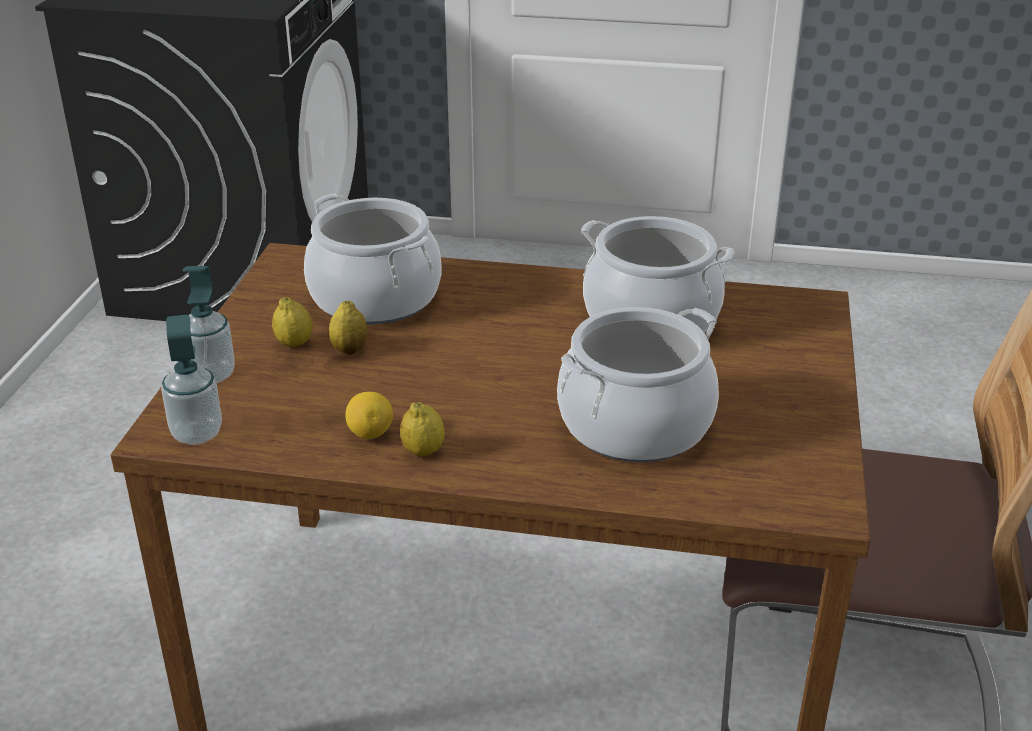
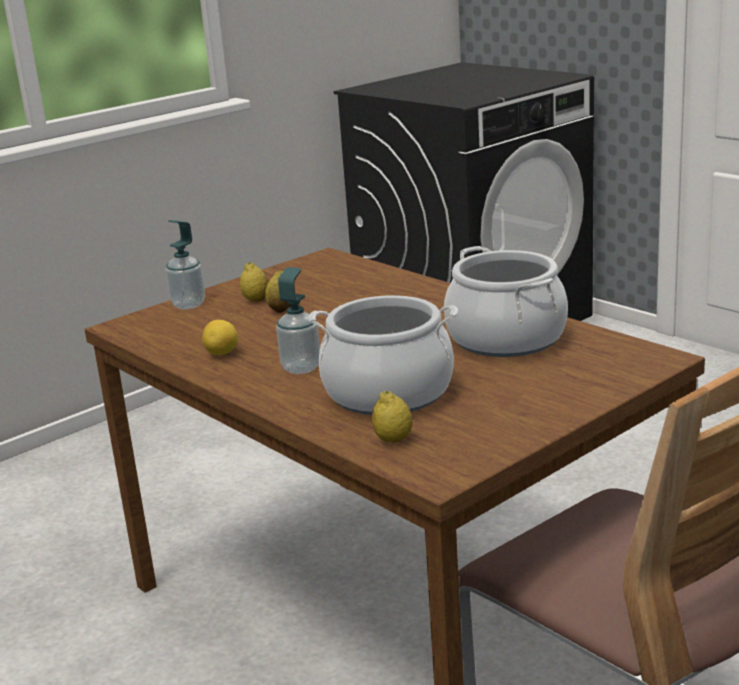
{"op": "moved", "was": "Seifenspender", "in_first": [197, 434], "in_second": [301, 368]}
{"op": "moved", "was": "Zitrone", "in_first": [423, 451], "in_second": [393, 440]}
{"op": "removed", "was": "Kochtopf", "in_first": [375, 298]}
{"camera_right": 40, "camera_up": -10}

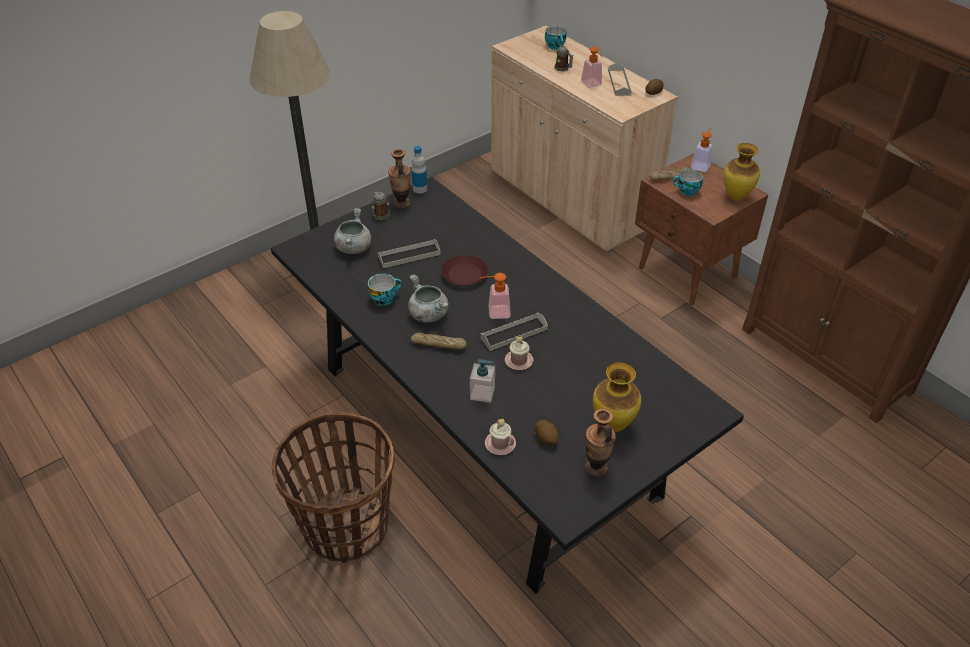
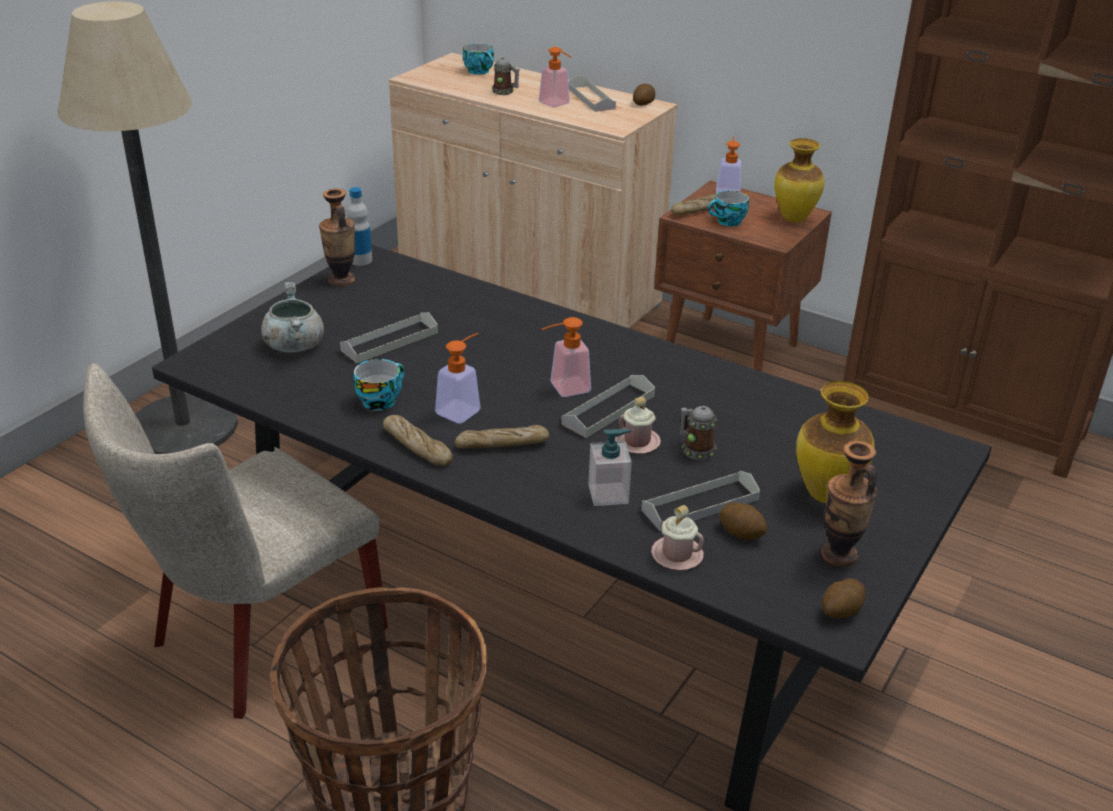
{"op": "added", "now": "Stuhl (beige)", "in_second": [256, 641]}
{"op": "added", "now": "Brot", "in_second": [417, 447]}
{"op": "replaced", "was": "Kochtopf (grau)", "now": "Seifenspender", "in_first": [428, 314], "in_second": [463, 409]}
{"op": "added", "now": "Tablett (grau)", "in_second": [700, 505]}
{"op": "moved", "was": "Henkelbecher", "in_first": [380, 214], "in_second": [695, 449]}
{"op": "added", "now": "Kartoffel", "in_second": [841, 611]}
{"op": "removed", "was": "Teller (braun)", "in_first": [464, 275]}
{"camera_right": -20, "camera_up": -10}

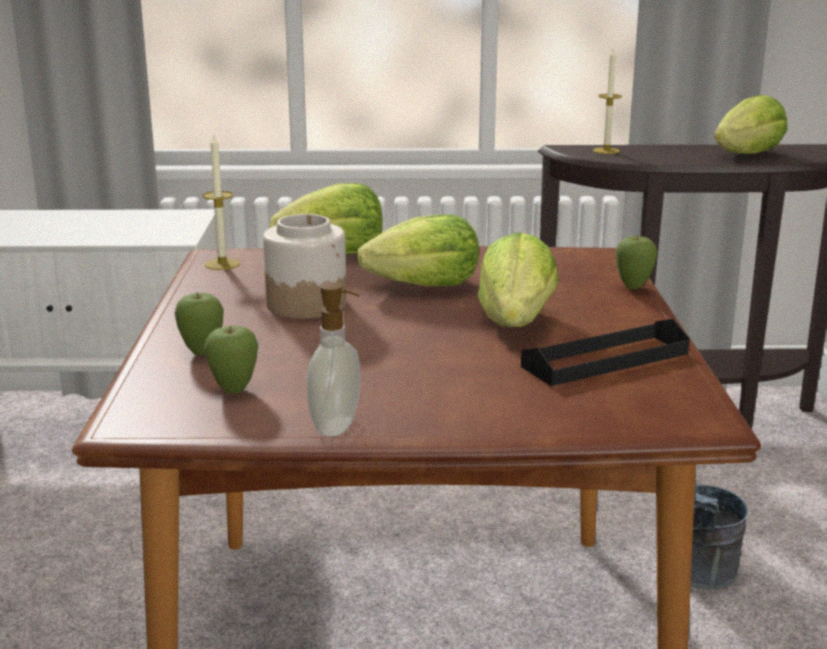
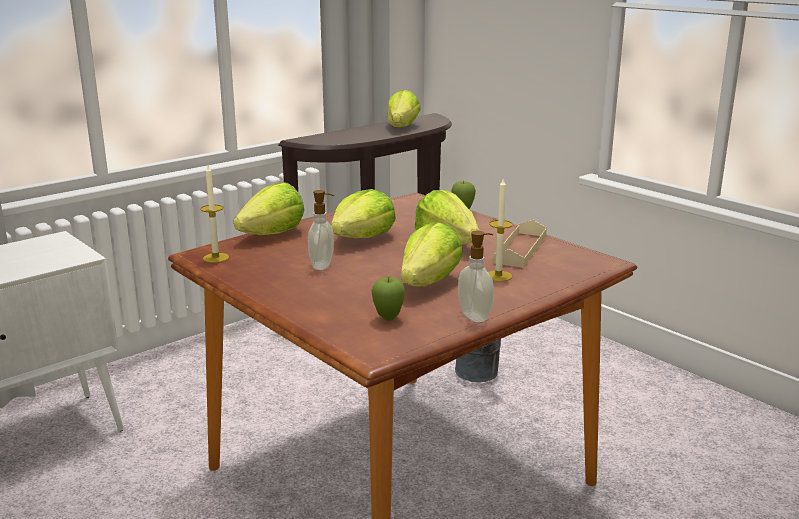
{"op": "replaced", "was": "Vorratsglas", "now": "Seifenspender", "in_first": [306, 304], "in_second": [323, 265]}
{"op": "added", "now": "Salatkopf", "in_second": [428, 283]}
{"op": "moved", "was": "Kerze", "in_first": [606, 151], "in_second": [498, 276]}
{"op": "recoloured", "was": "Tablett (schwarz)", "now": "Tablett (beige)", "in_first": [605, 360], "in_second": [520, 249]}
{"op": "removed", "was": "Apfel", "in_first": [202, 352]}
{"camera_right": -40, "camera_up": 0}

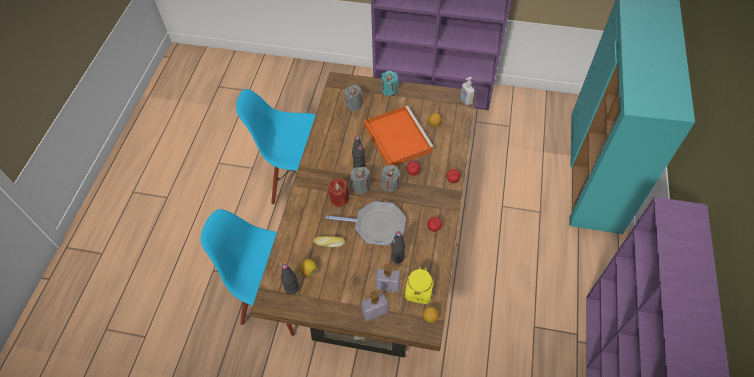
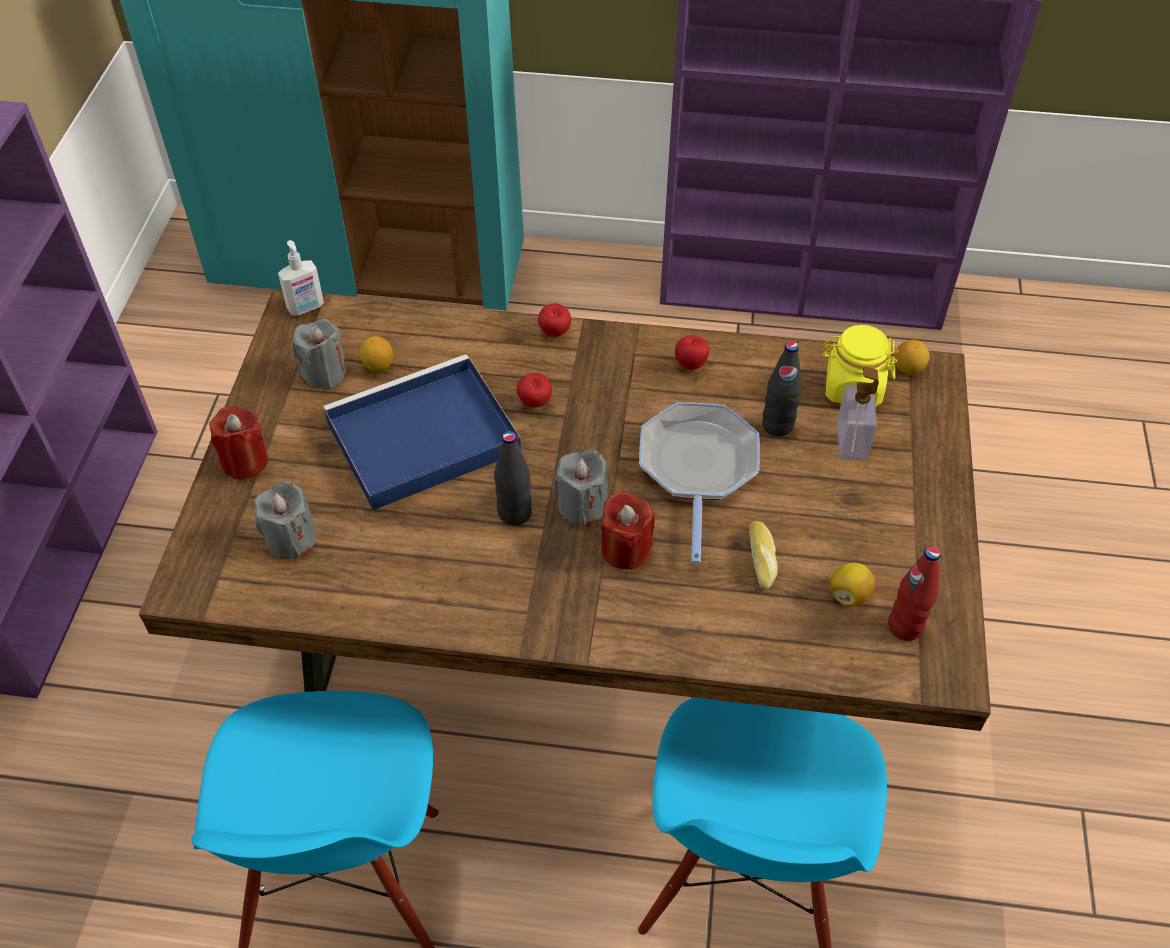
{"op": "recoloured", "was": "Kerze (türkis)", "now": "Kerze (rot)", "in_first": [389, 90], "in_second": [244, 461]}
{"op": "moved", "was": "Kerze (grau)", "in_first": [390, 185], "in_second": [324, 373]}
{"op": "recoloured", "was": "Tablett (orange)", "now": "Tablett (blau)", "in_first": [396, 137], "in_second": [419, 438]}
{"op": "recoloured", "was": "Flasche (schwarz)", "now": "Flasche (rot)", "in_first": [292, 288], "in_second": [905, 626]}
{"op": "removed", "was": "Seifenspender", "in_first": [374, 312]}
{"camera_right": -95, "camera_up": -5}

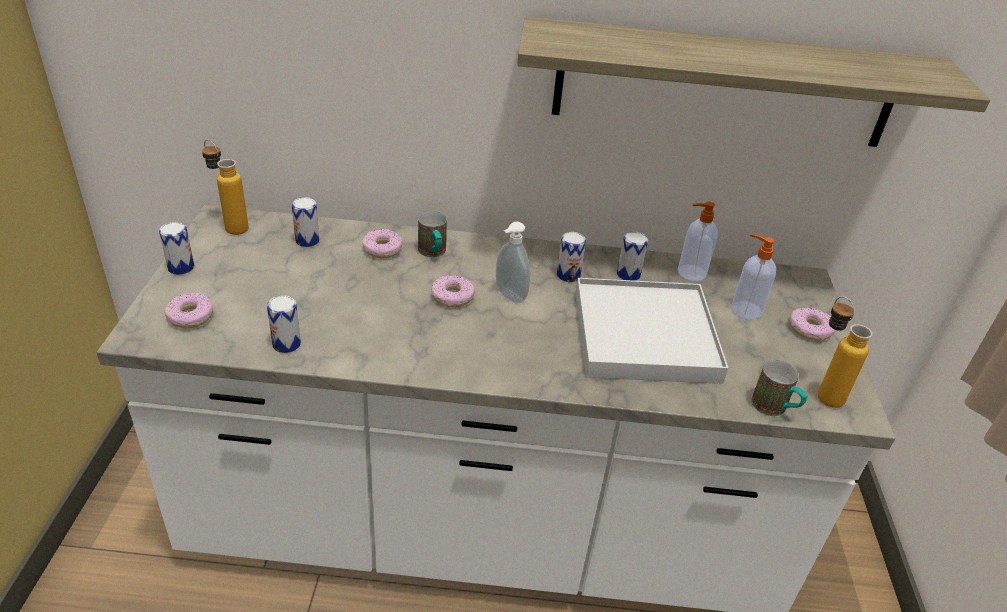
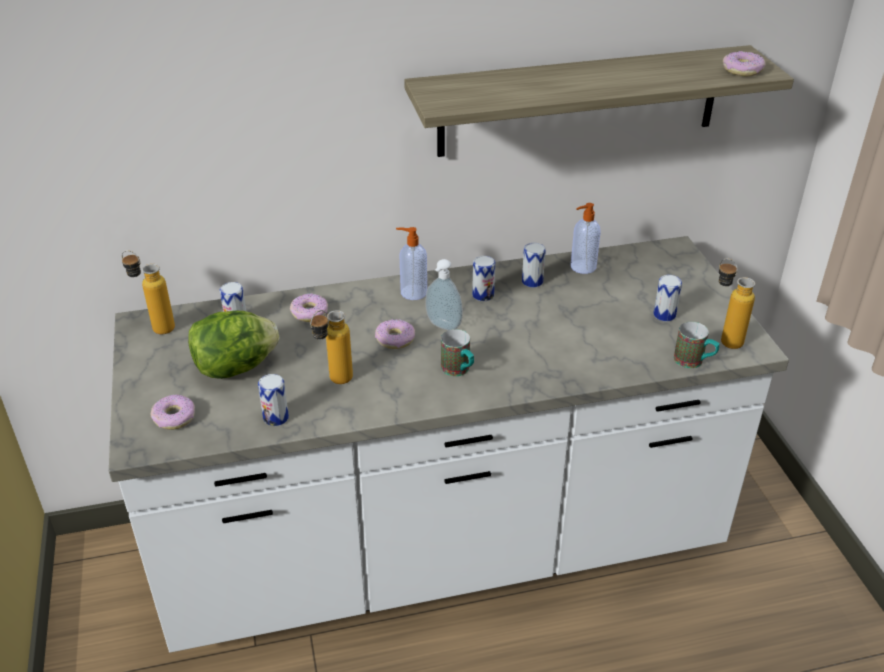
{"op": "added", "now": "Salatkopf", "in_second": [235, 367]}
{"op": "added", "now": "Flasche", "in_second": [334, 382]}
{"op": "moved", "was": "Seifenspender", "in_first": [745, 310], "in_second": [412, 292]}
{"op": "moved", "was": "Henkelbecher", "in_first": [433, 253], "in_second": [459, 371]}
{"op": "moved", "was": "Dose", "in_first": [181, 267], "in_second": [664, 315]}
{"op": "moved", "was": "Donut", "in_first": [810, 329], "in_second": [742, 70]}
{"op": "removed", "was": "Tablett (weiß)", "in_first": [645, 335]}
{"camera_right": -15, "camera_up": 0}

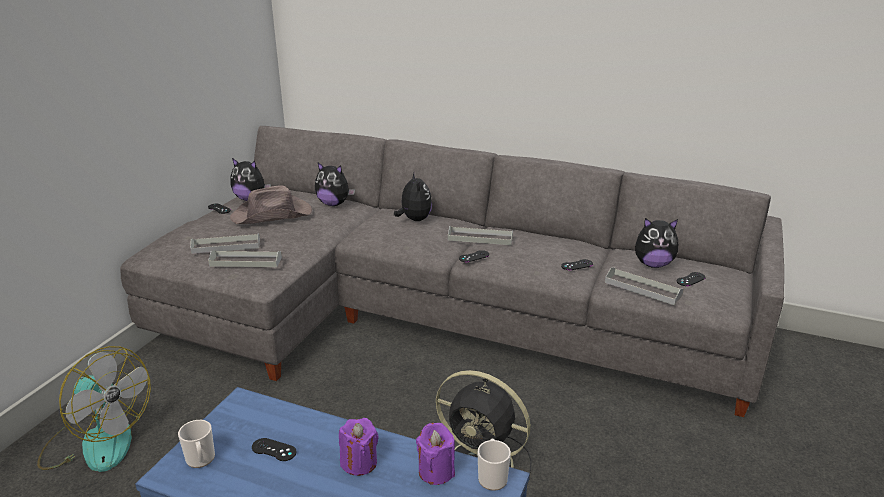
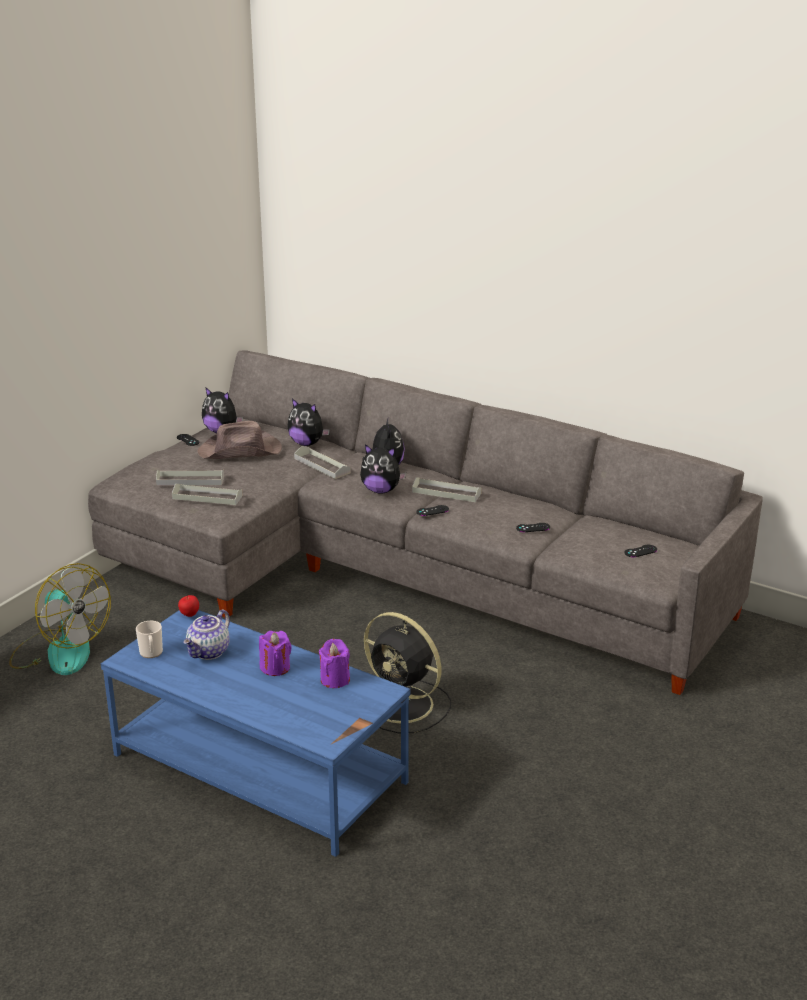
{"op": "added", "now": "Apfel", "in_second": [189, 615]}
{"op": "replaced", "was": "Gamepad (schwarz)", "now": "Teekanne", "in_first": [274, 450], "in_second": [209, 652]}
{"op": "moved", "was": "Tablett (grau)", "in_first": [643, 289], "in_second": [322, 465]}
{"op": "moved", "was": "Plüschtier", "in_first": [653, 264], "in_second": [381, 490]}
{"op": "removed", "was": "Henkelbecher", "in_first": [492, 477]}
{"camera_right": 10, "camera_up": 0}

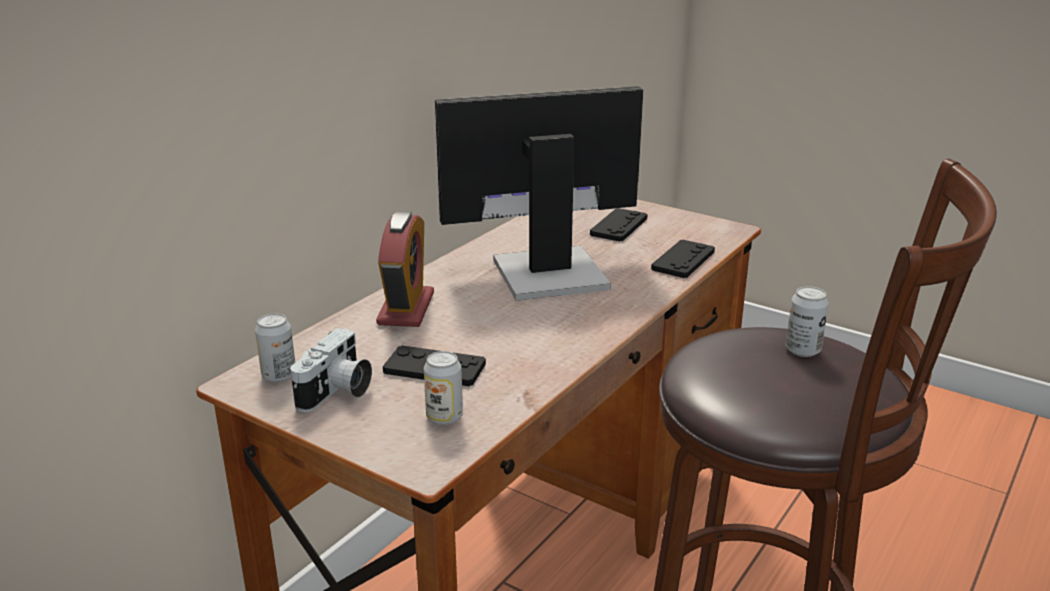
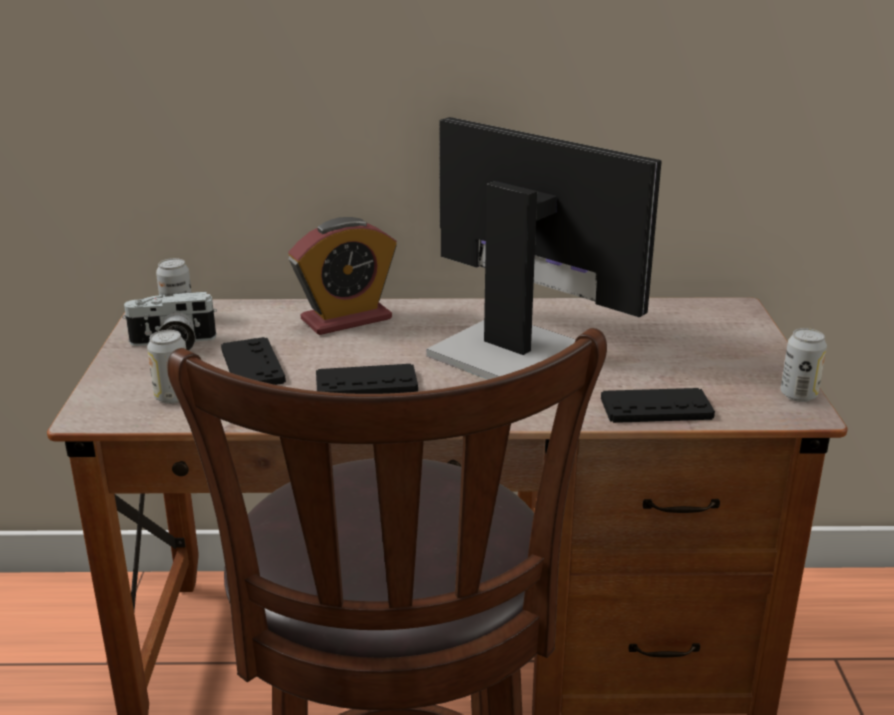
{"op": "moved", "was": "Gamepad (schwarz)", "in_first": [619, 226], "in_second": [366, 384]}
{"op": "moved", "was": "Dose", "in_first": [802, 350], "in_second": [798, 395]}
{"camera_right": 55, "camera_up": 0}

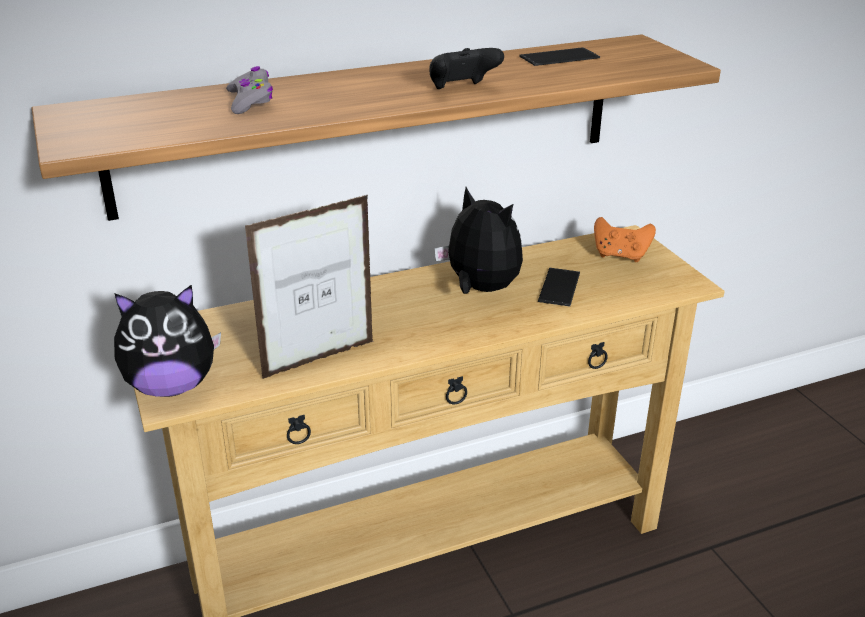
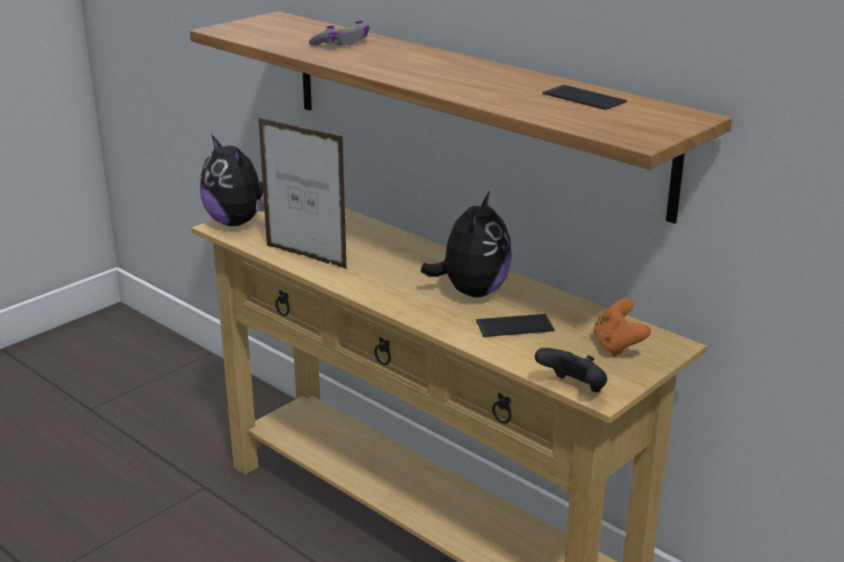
{"op": "moved", "was": "Gamepad (schwarz)", "in_first": [461, 89], "in_second": [573, 389]}
{"camera_right": 65, "camera_up": -5}

